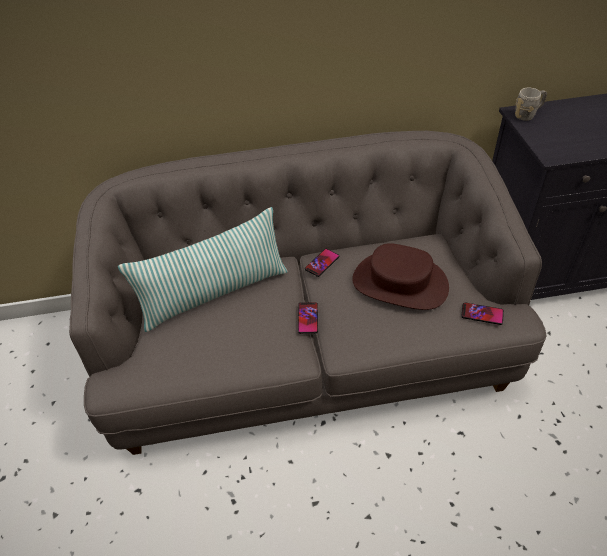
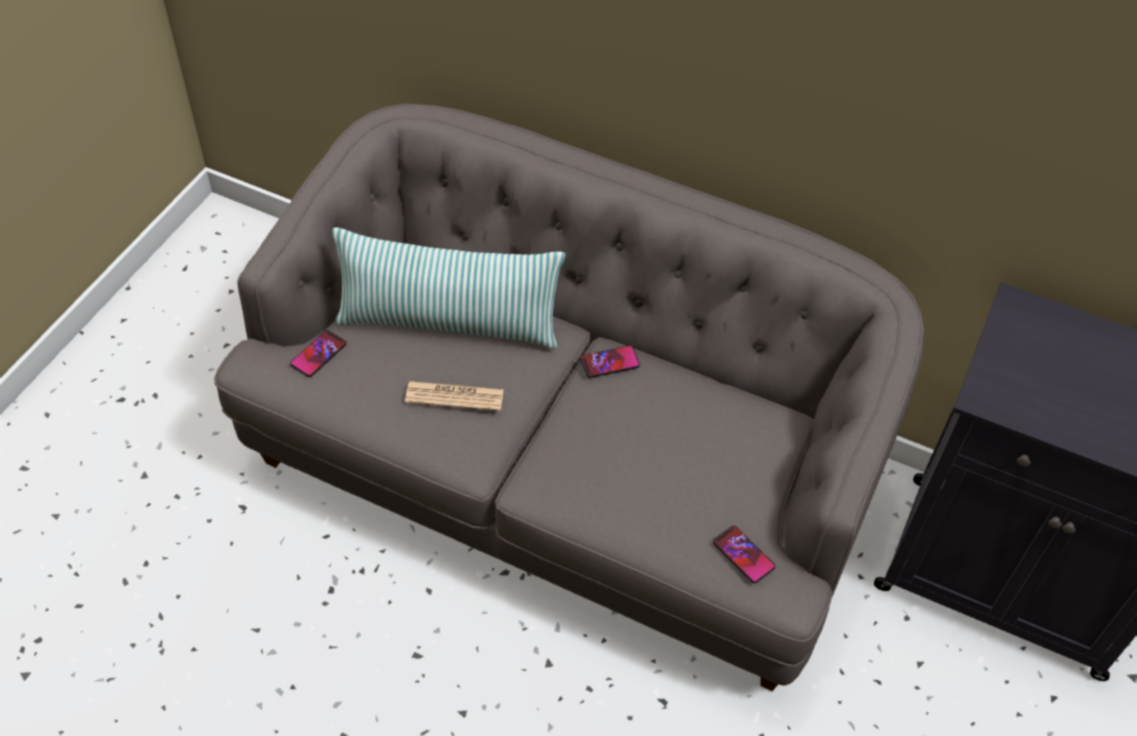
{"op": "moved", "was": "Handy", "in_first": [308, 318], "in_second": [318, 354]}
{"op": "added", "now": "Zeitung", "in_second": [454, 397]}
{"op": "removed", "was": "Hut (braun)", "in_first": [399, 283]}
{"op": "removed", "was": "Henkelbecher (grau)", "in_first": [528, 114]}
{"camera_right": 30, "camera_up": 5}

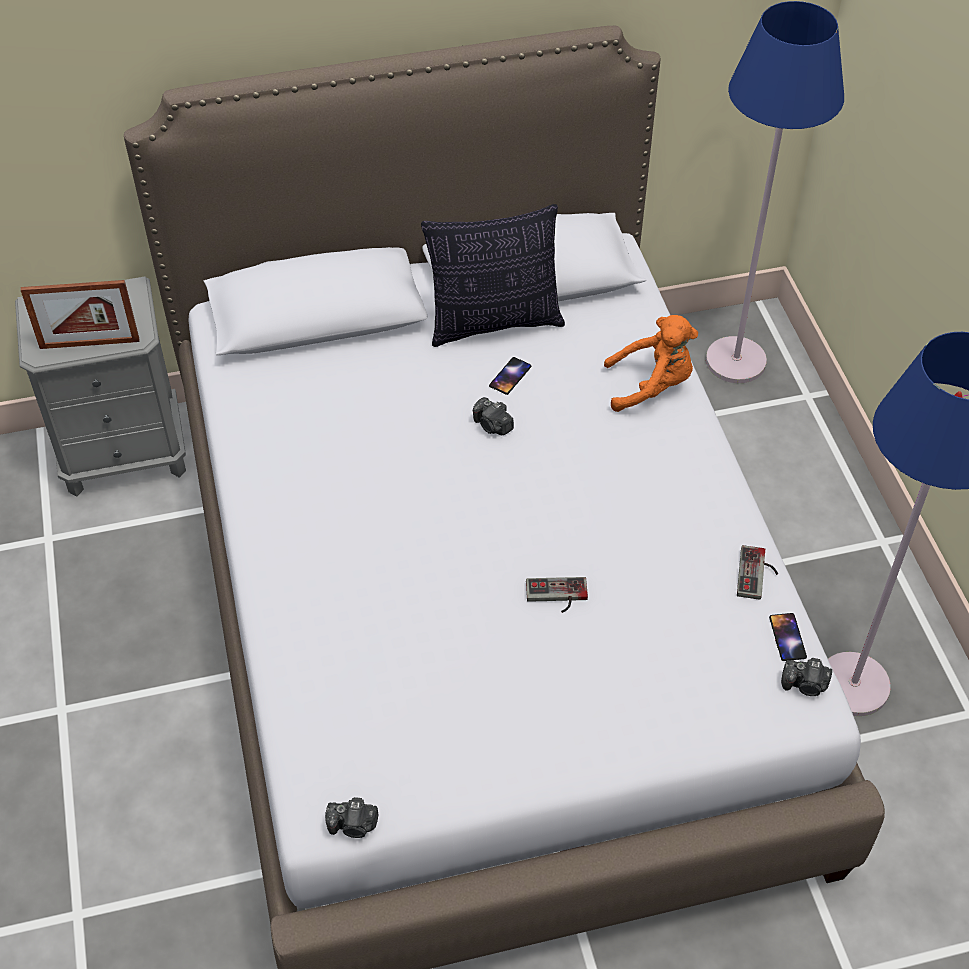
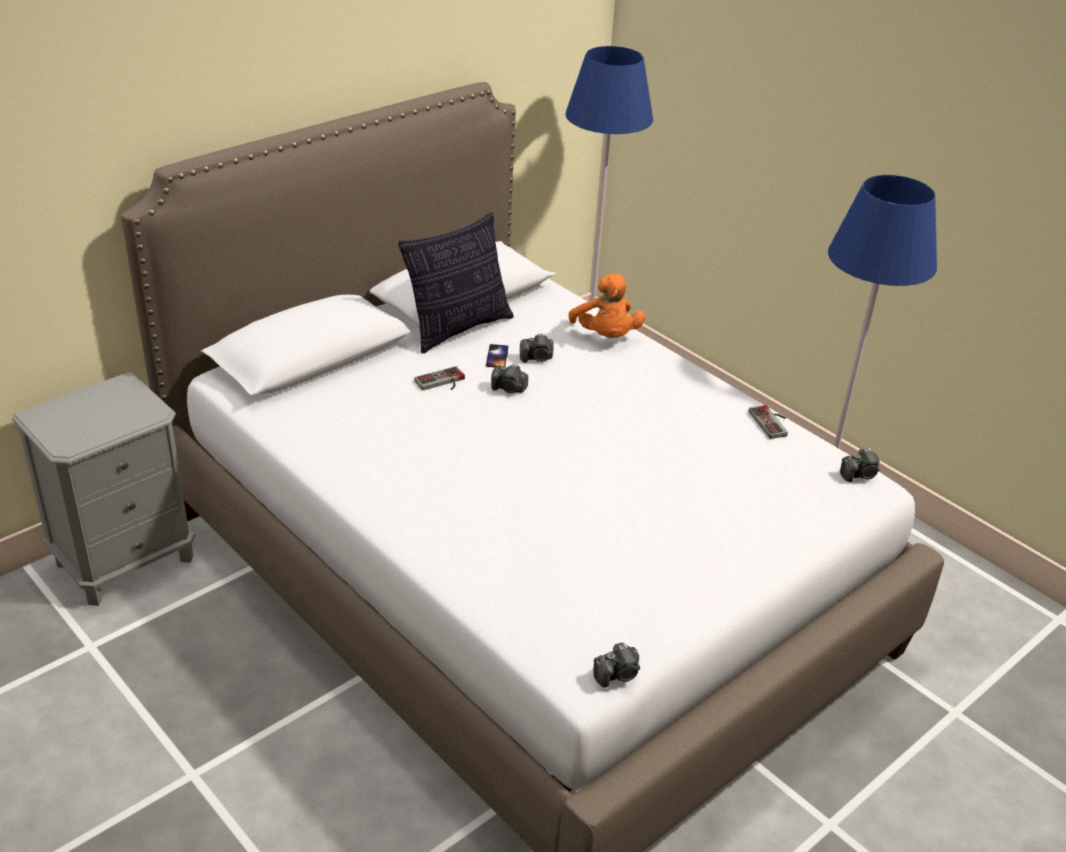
{"op": "moved", "was": "Gamepad", "in_first": [557, 597], "in_second": [442, 383]}
{"op": "added", "now": "Kamera", "in_second": [537, 358]}
{"op": "turned", "was": "Plüschtier (orange)", "in_first": [652, 386], "in_second": [605, 337], "clockwise": 105}
{"op": "removed", "was": "Bilderrahmen", "in_first": [89, 344]}
{"op": "removed", "was": "Handy", "in_first": [787, 637]}
{"camera_right": -30, "camera_up": -15}

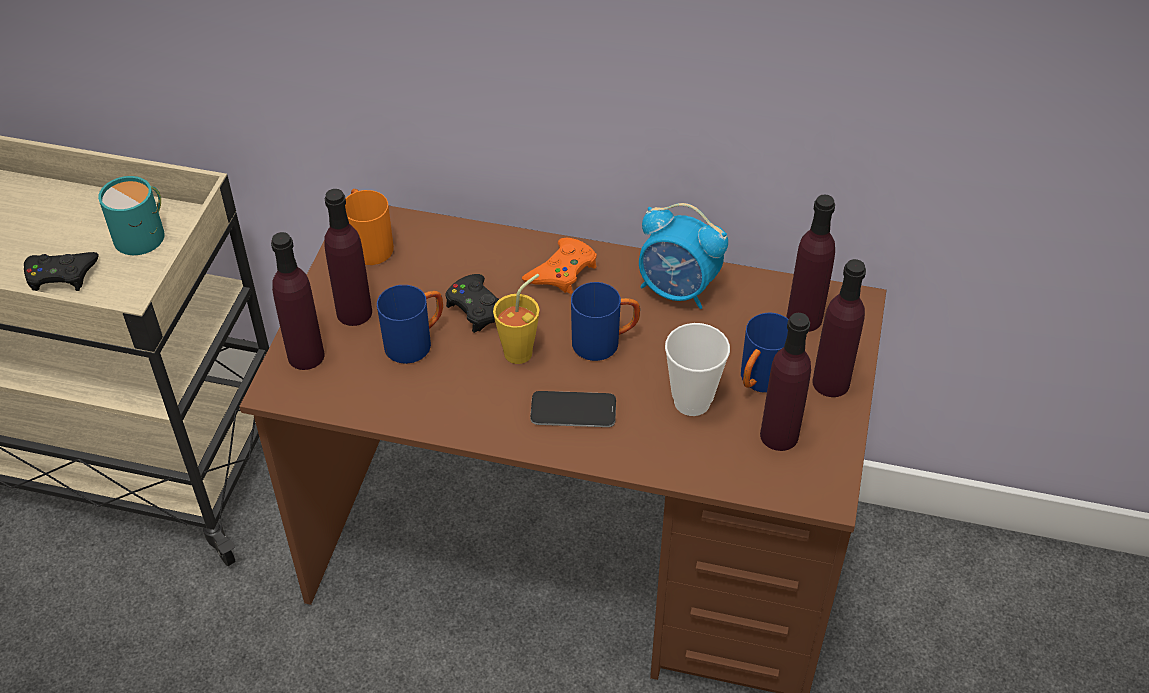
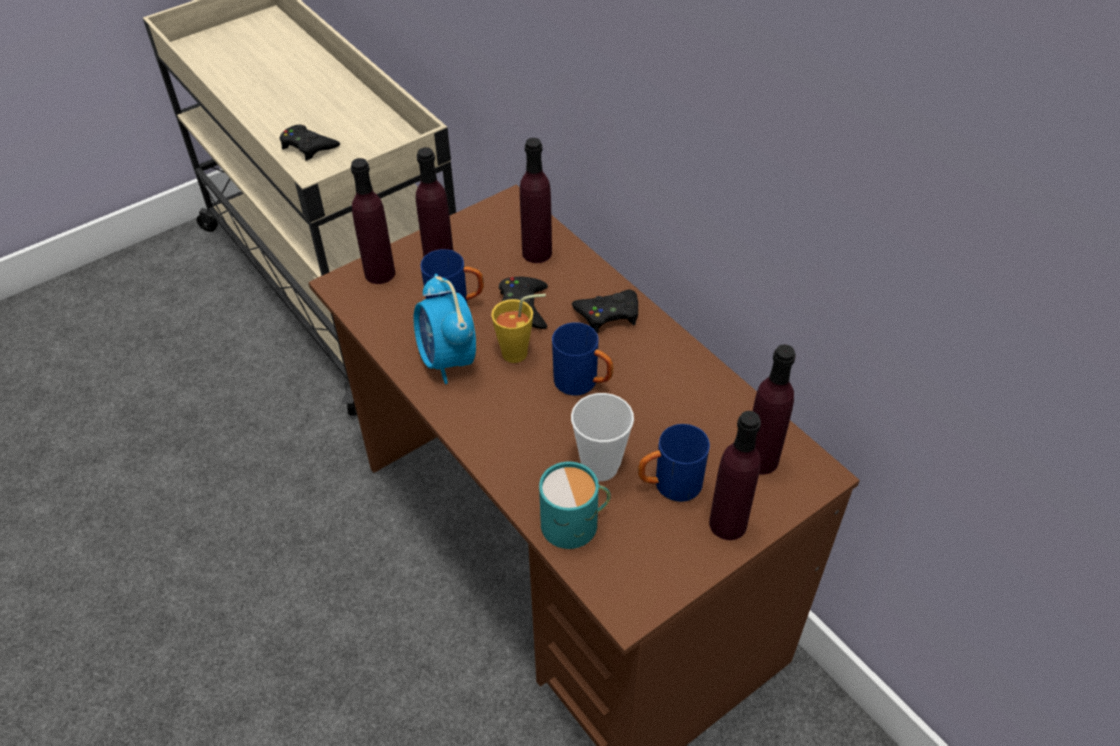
{"op": "moved", "was": "Wecker", "in_first": [677, 290], "in_second": [447, 360]}
{"op": "moved", "was": "Flasche (lila)", "in_first": [779, 435], "in_second": [537, 253]}
{"op": "moved", "was": "Henkelbecher (türkis)", "in_first": [144, 234], "in_second": [576, 523]}
{"op": "recoloured", "was": "Gamepad (orange)", "now": "Gamepad (schwarz)", "in_first": [562, 271], "in_second": [608, 314]}
{"op": "removed", "was": "Henkelbecher (orange)", "in_first": [368, 244]}
{"op": "removed", "was": "Handy", "in_first": [573, 411]}
{"camera_right": 40, "camera_up": 0}

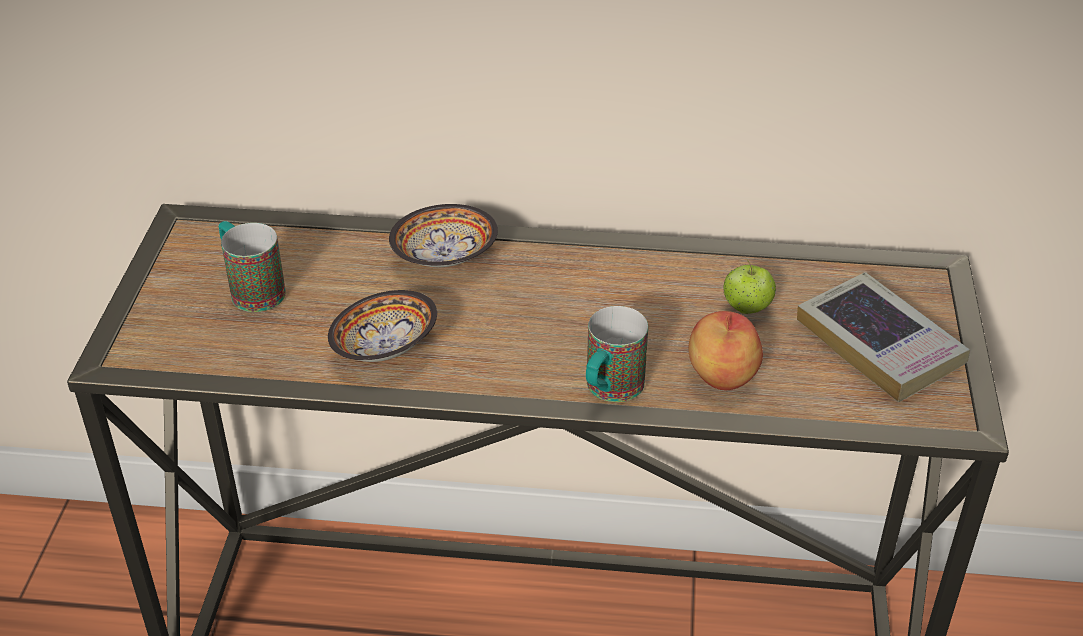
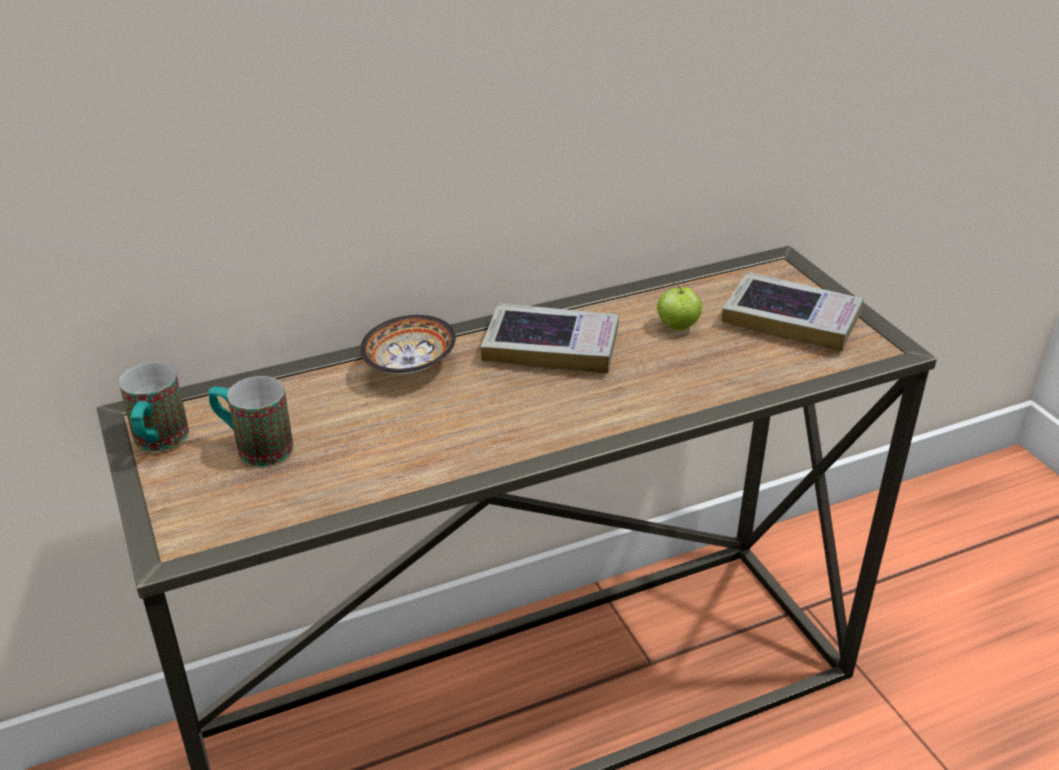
{"op": "moved", "was": "Henkelbecher", "in_first": [609, 391], "in_second": [158, 443]}
{"op": "added", "now": "Buch", "in_second": [551, 346]}
{"op": "removed", "was": "Schüssel", "in_first": [385, 348]}
{"op": "removed", "was": "Apfel", "in_first": [720, 376]}
{"camera_right": -30, "camera_up": -5}

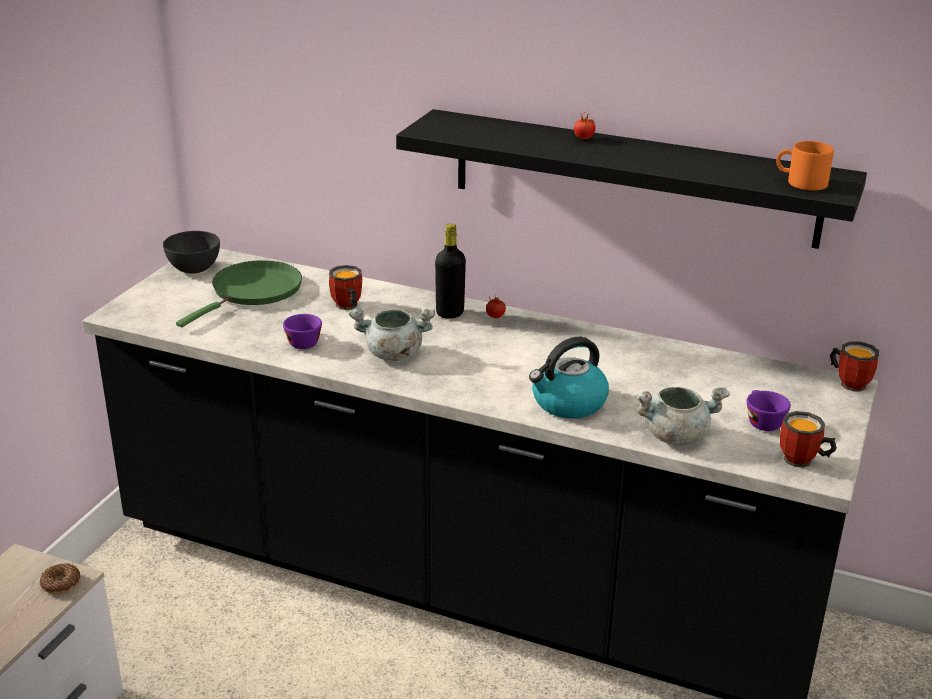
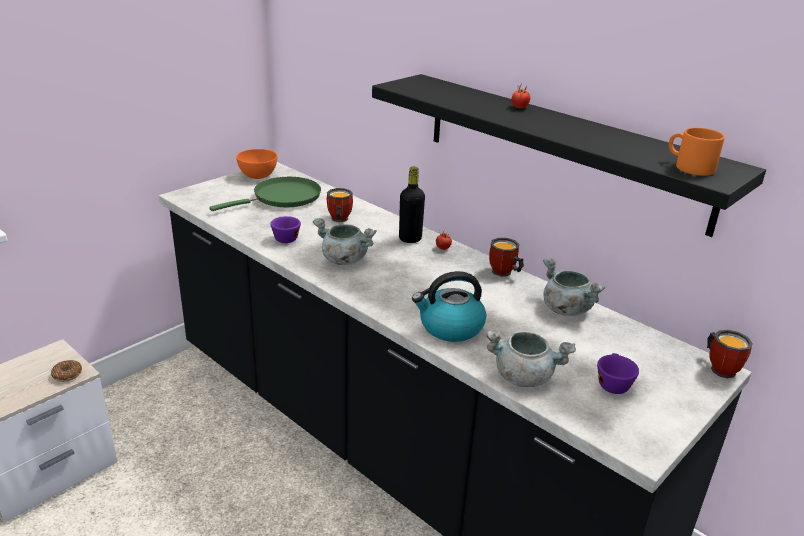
{"op": "recoloured", "was": "Schüssel (grau)", "now": "Schüssel (orange)", "in_first": [194, 269], "in_second": [257, 176]}
{"op": "moved", "was": "Henkelbecher", "in_first": [802, 462], "in_second": [503, 273]}
{"op": "added", "now": "Kochtopf (grau)", "in_second": [565, 309]}
{"camera_right": 20, "camera_up": 0}

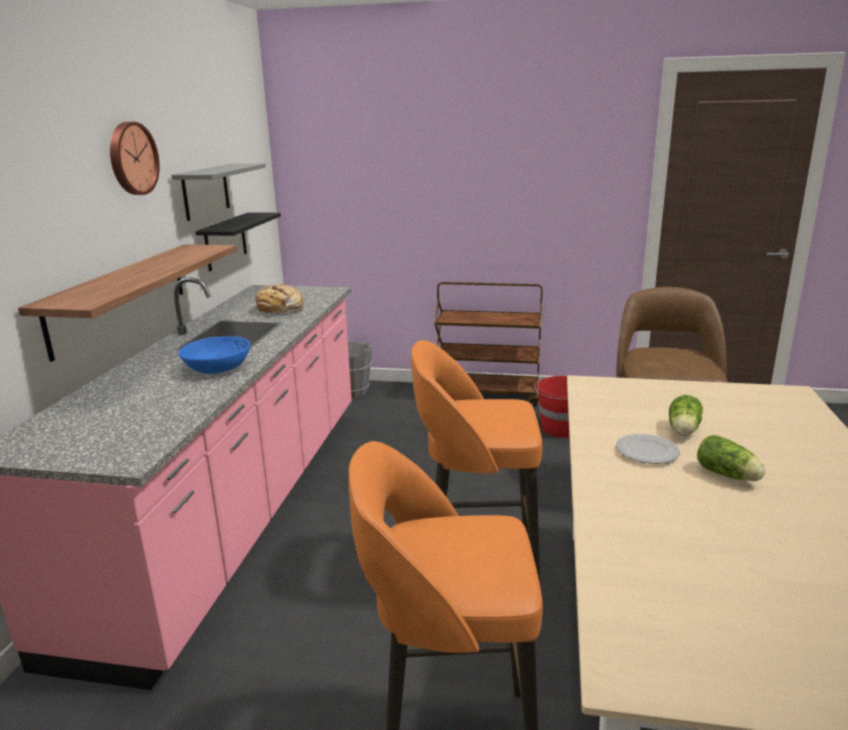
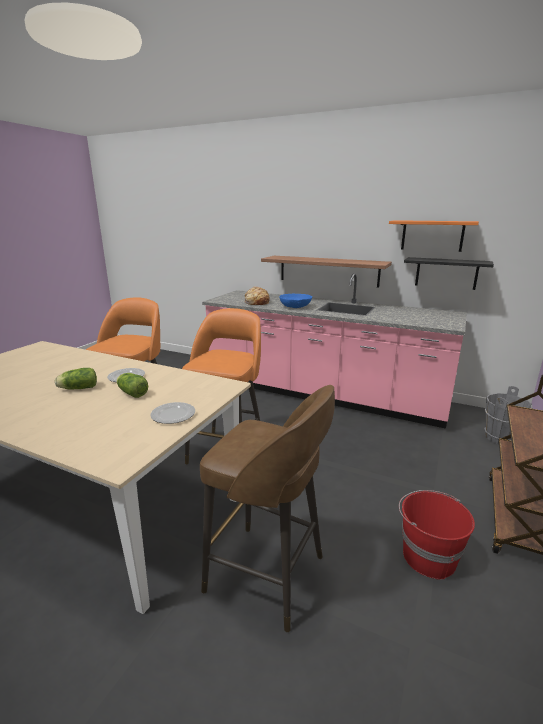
{"op": "added", "now": "Teller", "in_second": [172, 415]}
{"op": "moved", "was": "Brot", "in_first": [279, 310], "in_second": [256, 302]}
{"op": "recoloured", "was": "Wandregal (grau)", "now": "Wandregal (orange)", "in_first": [206, 191], "in_second": [432, 235]}
{"op": "removed", "was": "Wanduhr", "in_first": [131, 158]}
{"camera_right": 105, "camera_up": 0}

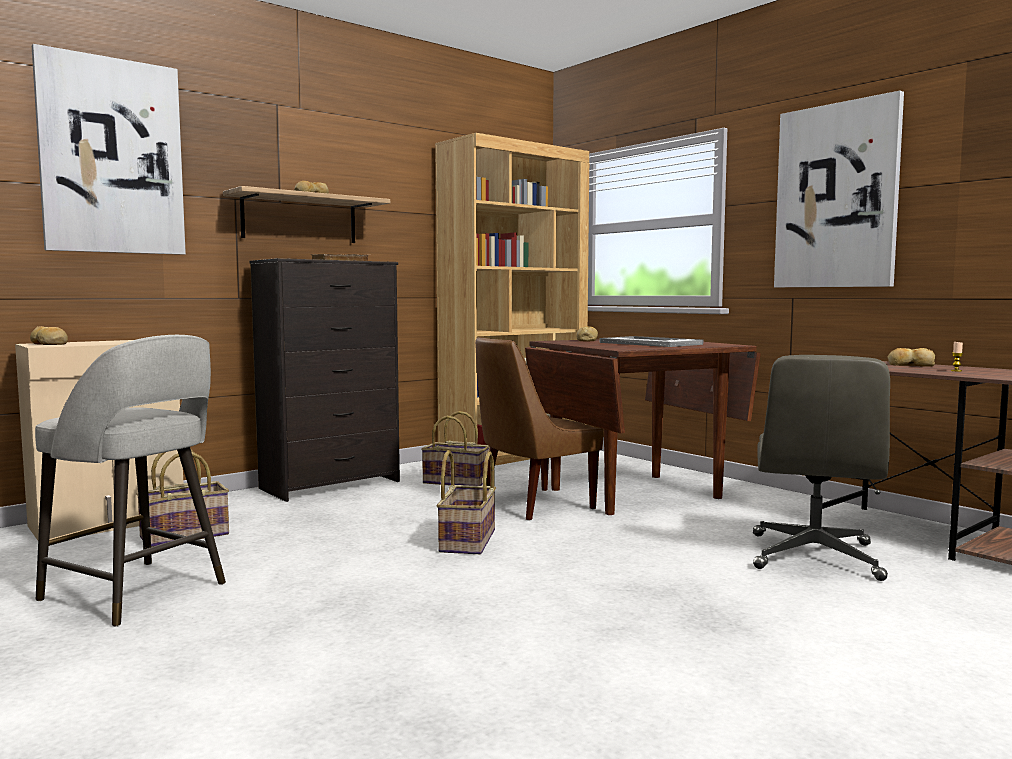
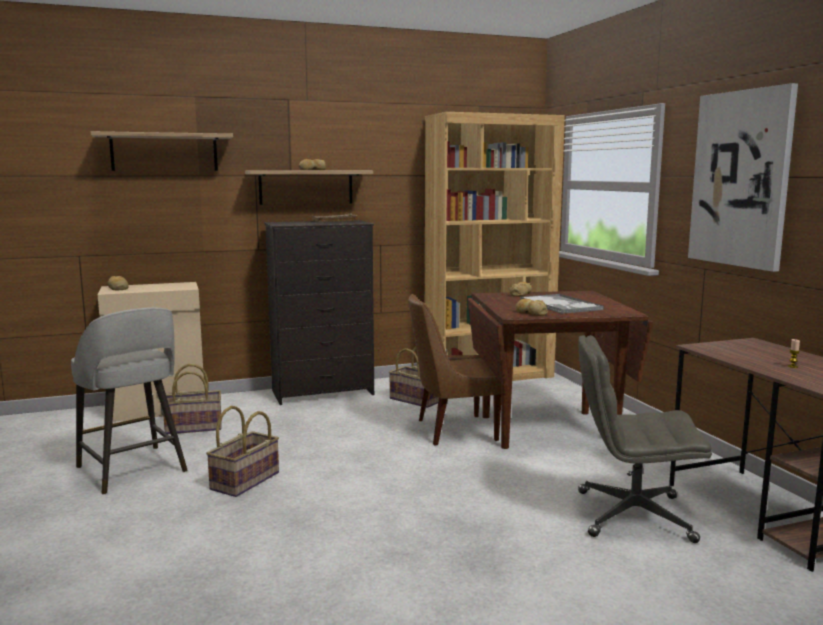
{"op": "replaced", "was": "Bild", "now": "Wandregal", "in_first": [112, 157], "in_second": [164, 152]}
{"op": "moved", "was": "Korb", "in_first": [469, 541], "in_second": [245, 481]}
{"op": "moved", "was": "Brot", "in_first": [910, 365], "in_second": [530, 313]}
{"op": "turned", "was": "Bürostuhl (grau)", "in_first": [814, 557], "in_second": [632, 516], "clockwise": 60}
{"camera_right": 20, "camera_up": 5}

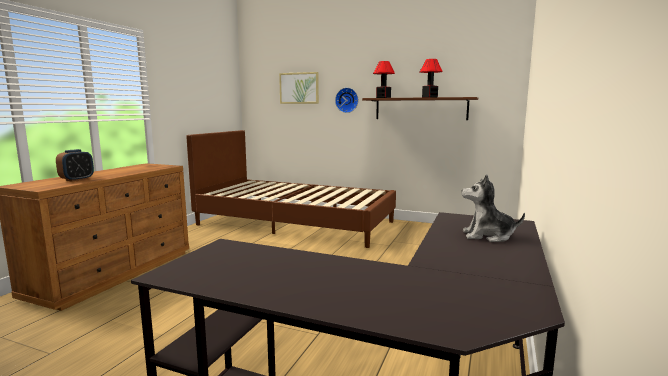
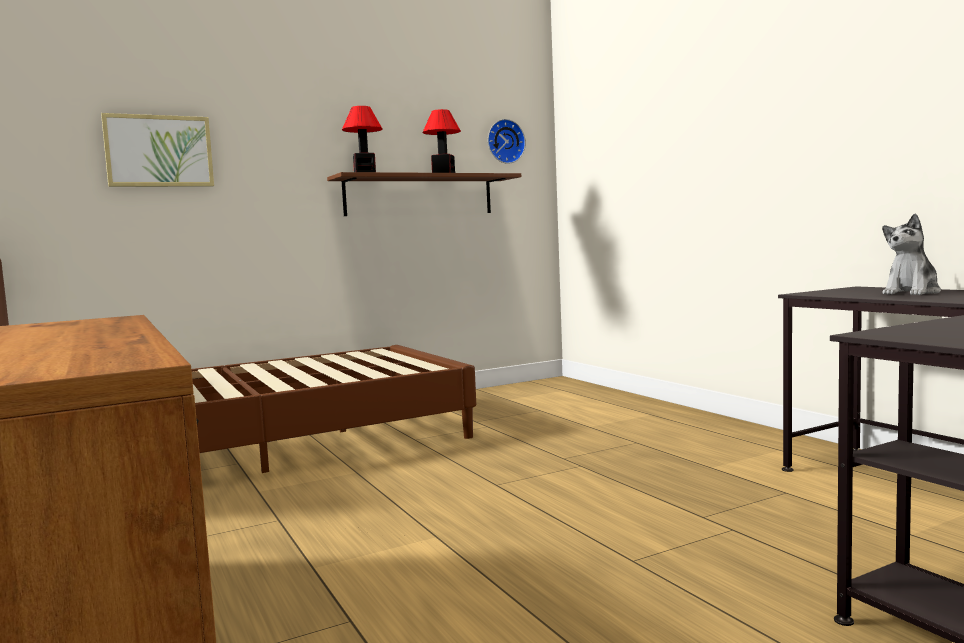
{"op": "moved", "was": "Wanduhr", "in_first": [347, 100], "in_second": [504, 141]}
{"op": "removed", "was": "Wecker", "in_first": [77, 179]}
{"camera_right": -50, "camera_up": -5}

